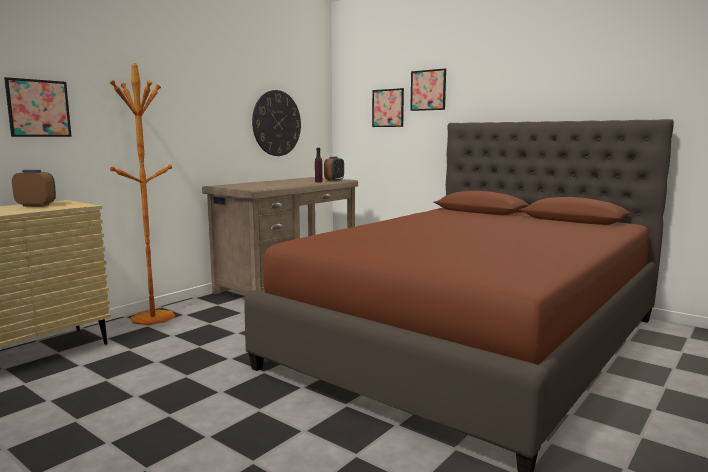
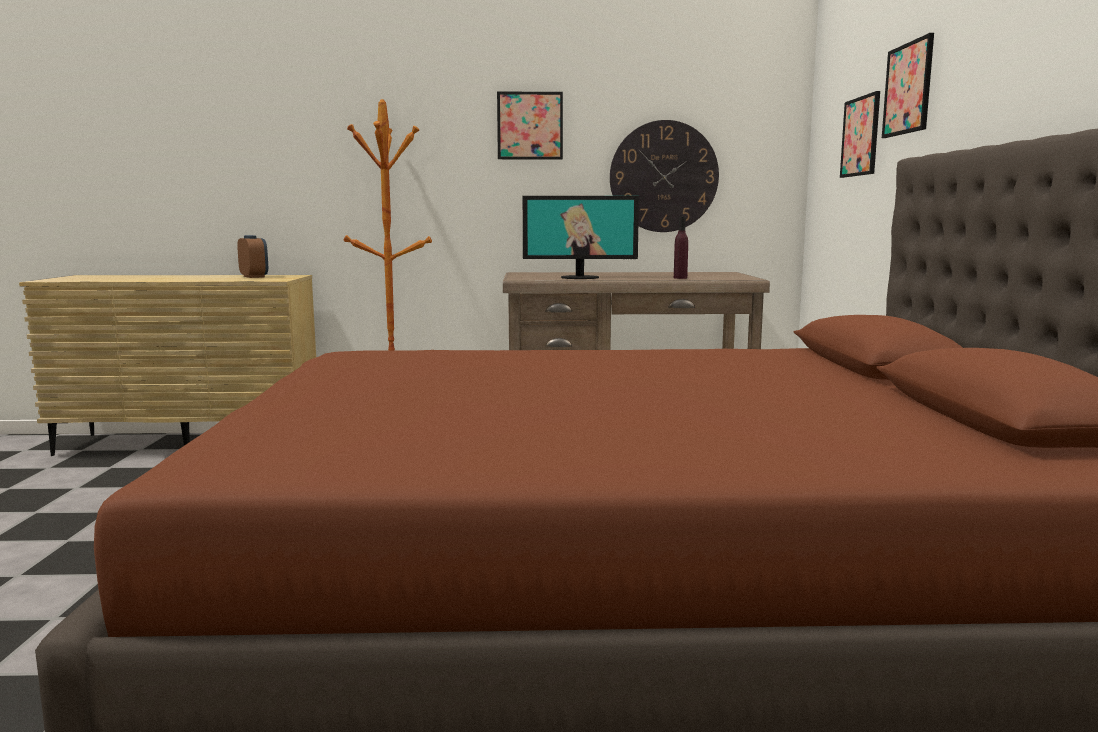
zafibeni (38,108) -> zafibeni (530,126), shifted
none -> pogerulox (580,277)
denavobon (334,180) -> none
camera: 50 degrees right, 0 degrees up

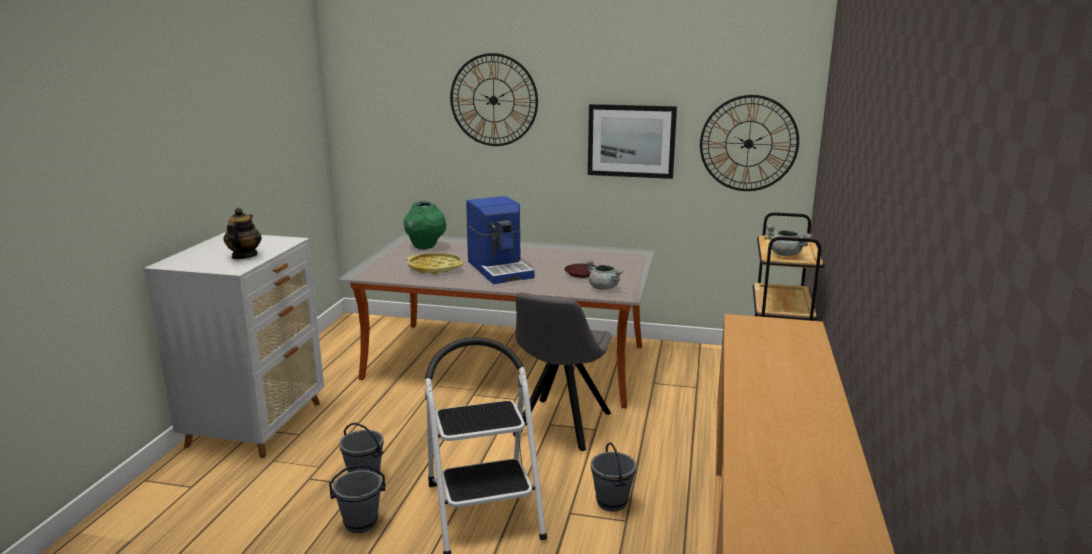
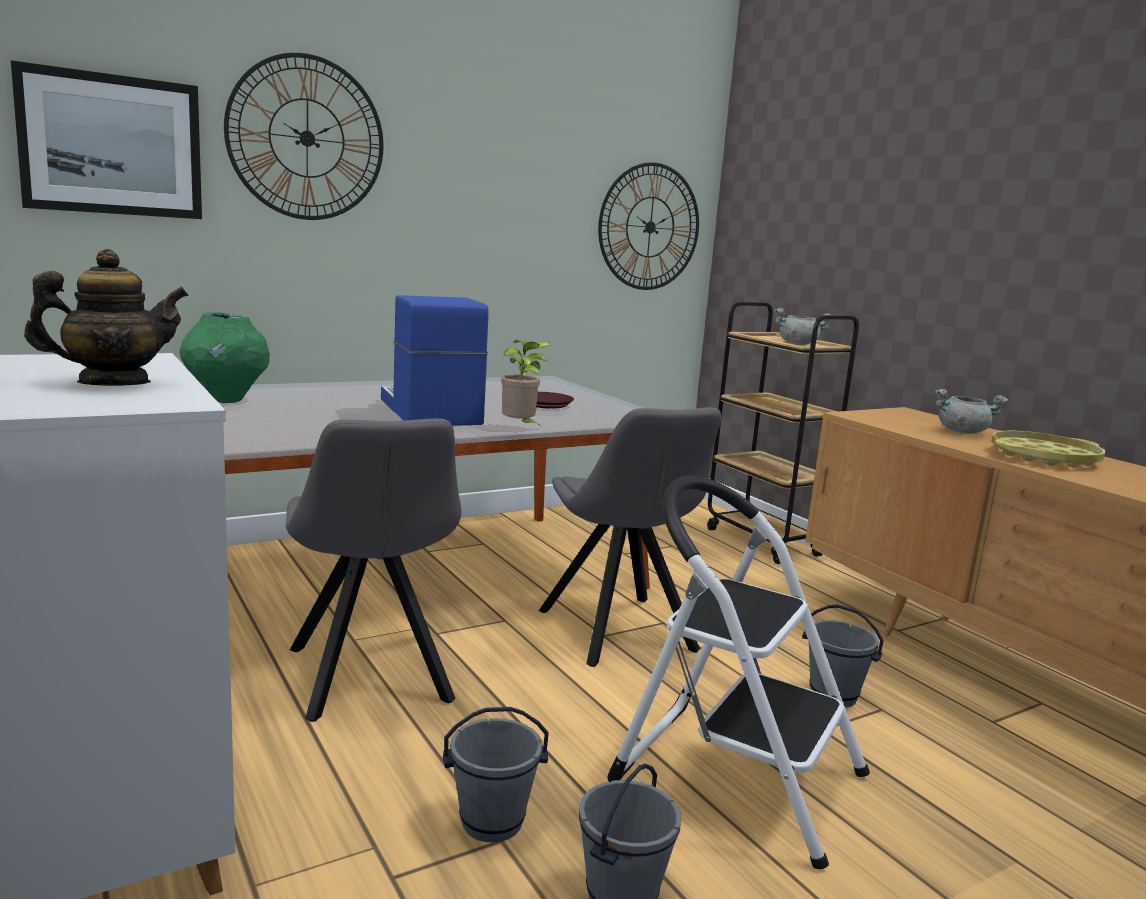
zafibeni (631,141) -> zafibeni (112,145), shifted
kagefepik (244,256) -> kagefepik (114,383), 105 degrees clockwise
none -> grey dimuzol (371,675)
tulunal (500,269) -> tulunal (428,412), 135 degrees counterclockwise
none -> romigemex (520,428)
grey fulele (604,288) -> grey fulele (963,432), shifted
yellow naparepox (435,268) -> yellow naparepox (1044,457), shifted
camera: 45 degrees left, 5 degrees down

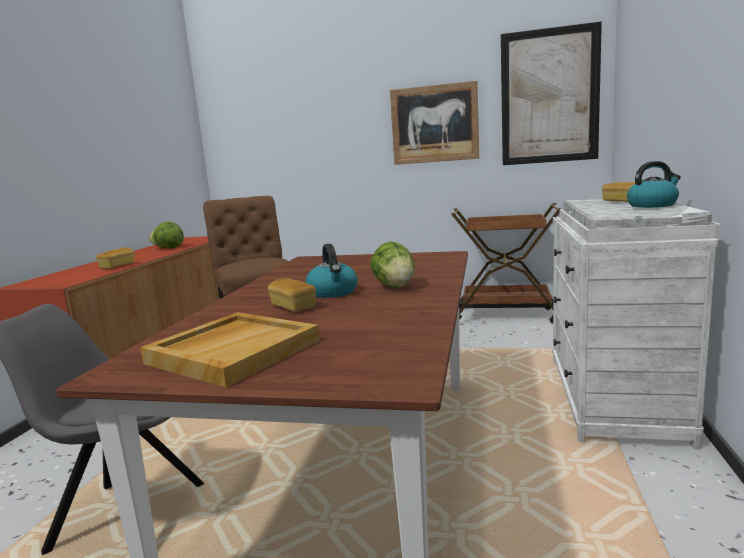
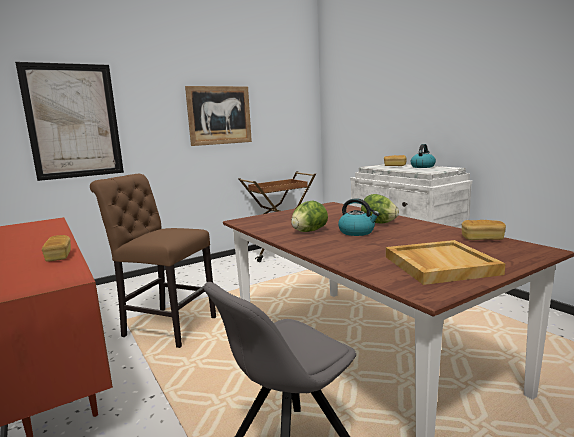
zafibeni (549,97) -> zafibeni (73,121), shifted
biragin (168,248) -> biragin (309,231), shifted
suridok (293,307) -> suridok (482,239), shifted
camera: 45 degrees left, 0 degrees up

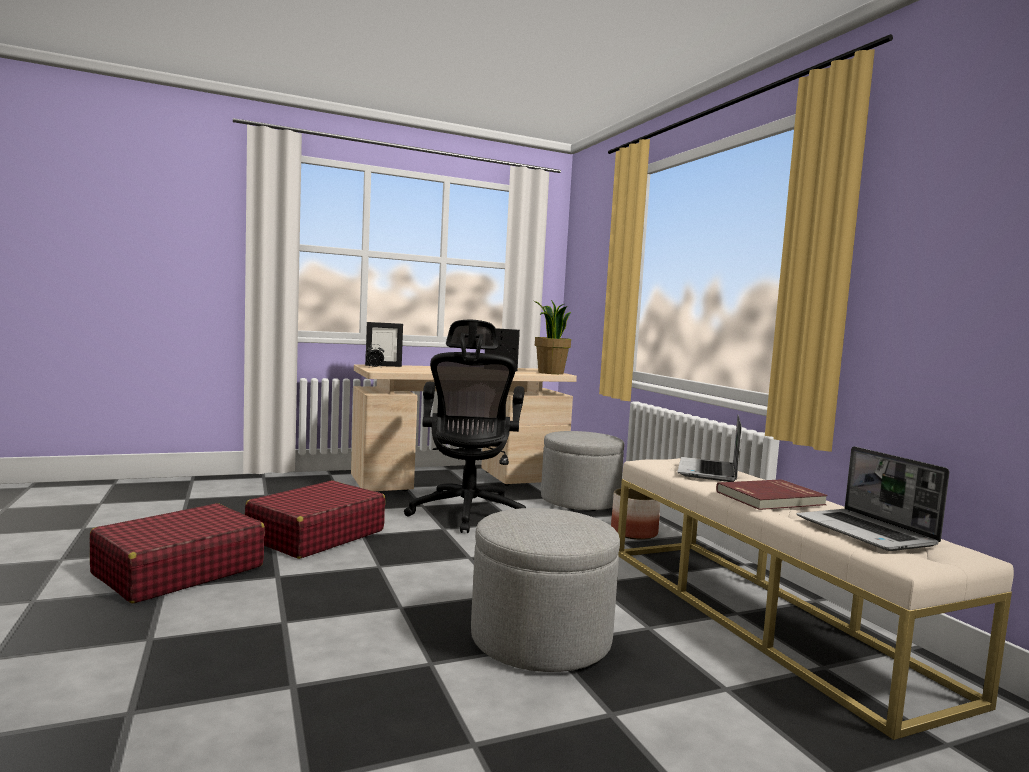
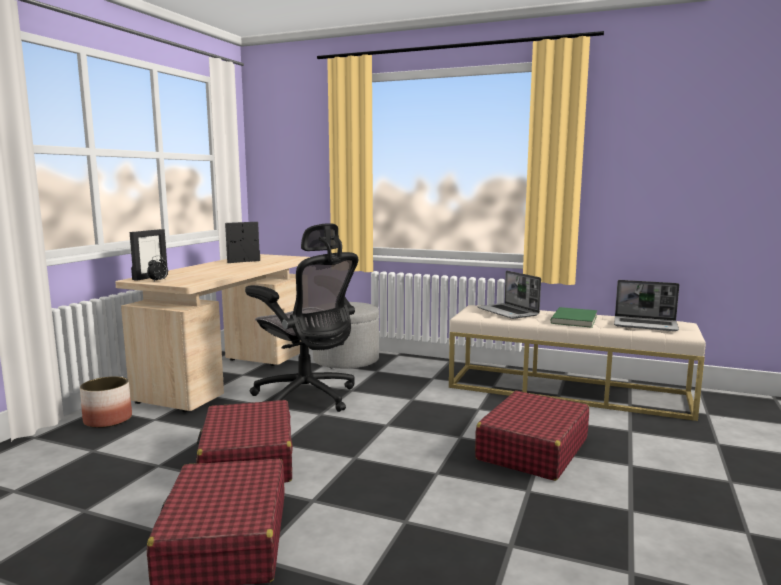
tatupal (634,533) -> tatupal (108,420), shifted
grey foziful (540,638) -> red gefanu (532,449)
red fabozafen (771,498) -> green fabozafen (575,320)
romigemex (550,373) -> none
camera: 45 degrees left, 5 degrees up

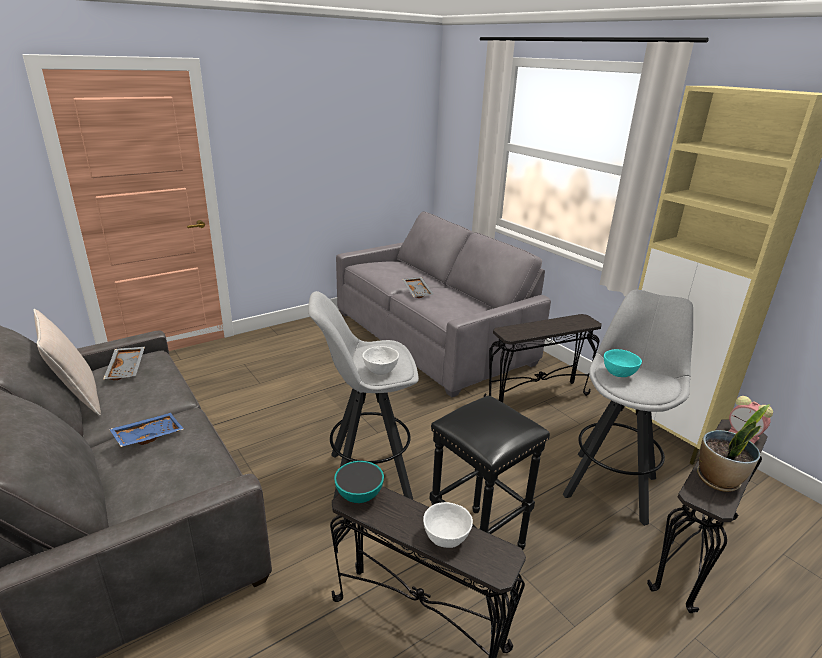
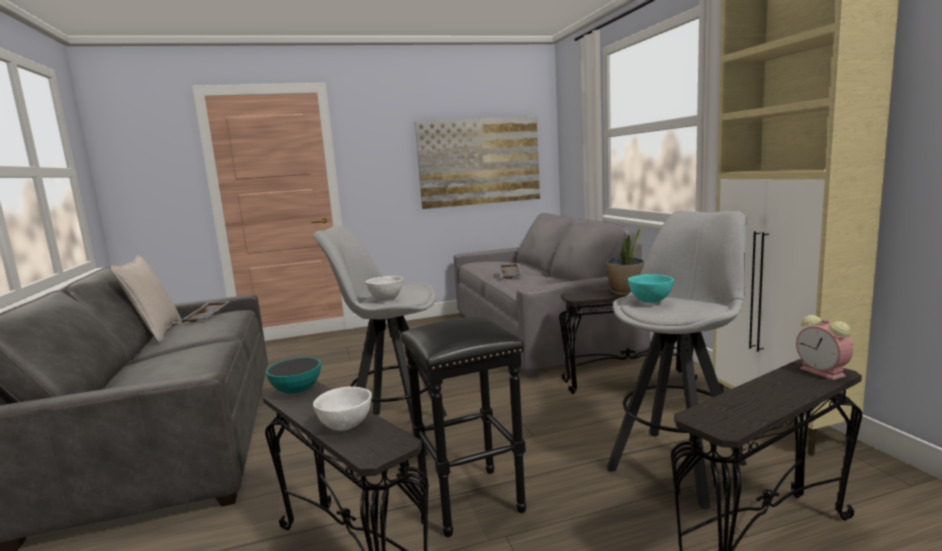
none -> zafibeni (479,162)
romigemex (718,480) -> romigemex (625,292), shifted
blue naparepox (148,435) -> none
camera: 20 degrees right, 15 degrees down

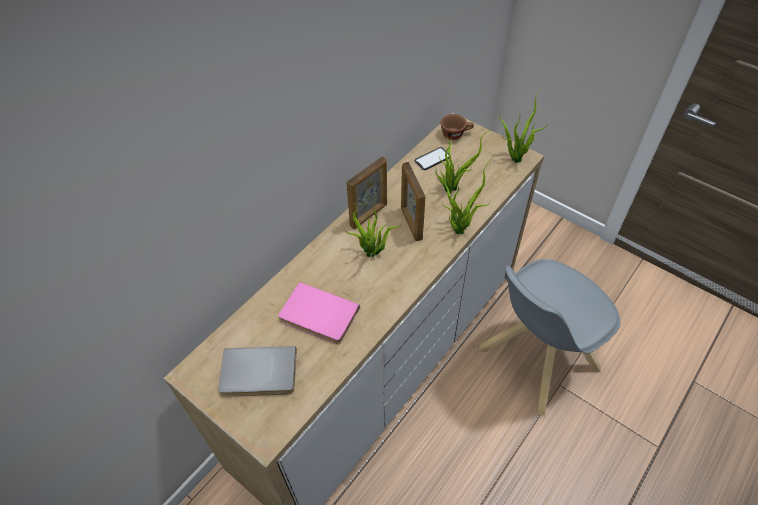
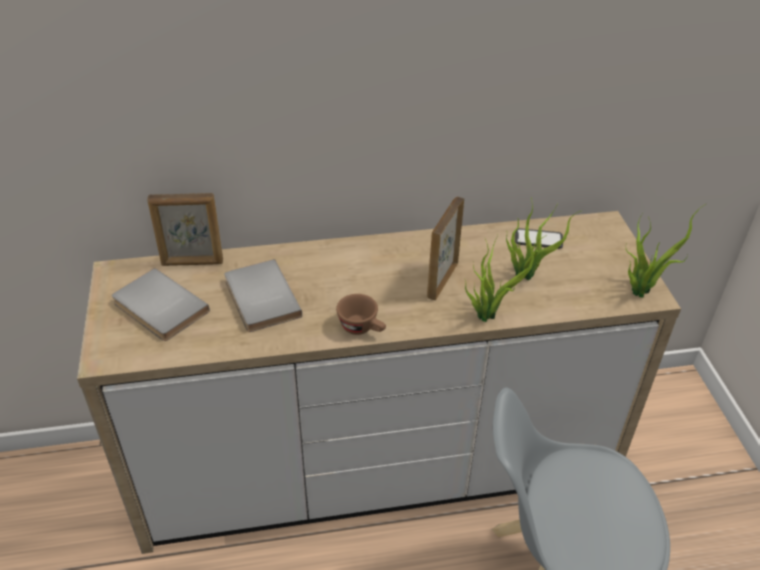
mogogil (369,215) -> mogogil (192,263), shifted
pink fabozafen (318,316) -> grey fabozafen (259,299)
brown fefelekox (456,134) -> brown fefelekox (362,328), shifted
romigemex (372,253) -> none
camera: 40 degrees right, 10 degrees down

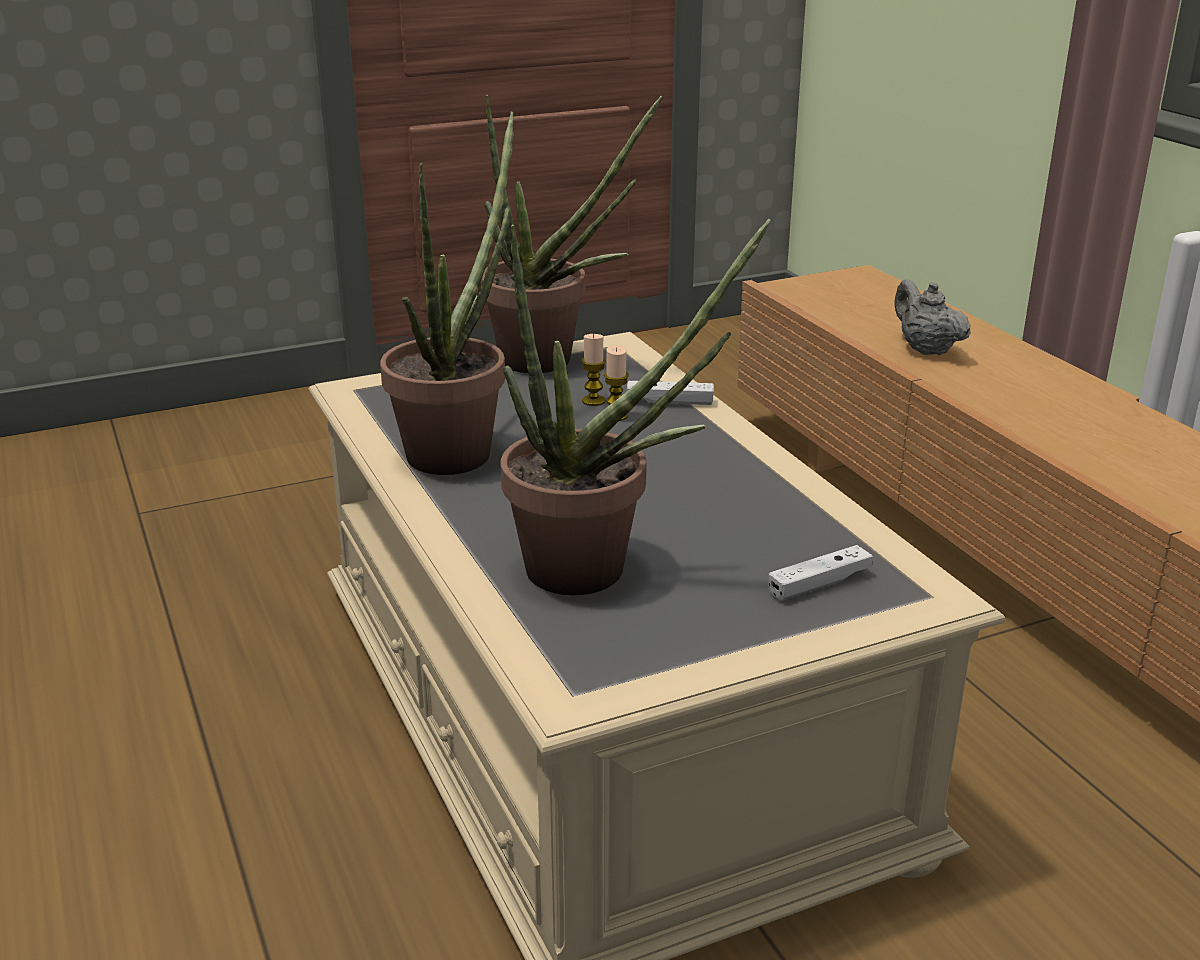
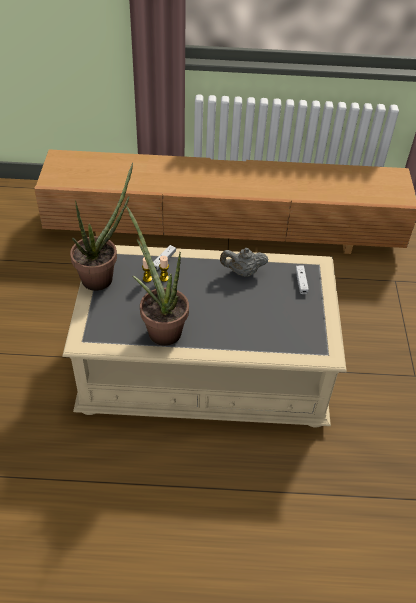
grey kagefepik (925,350) -> grey kagefepik (243,272), shifted
romigemex (598,571) -> none
camera: 65 degrees left, 20 degrees up

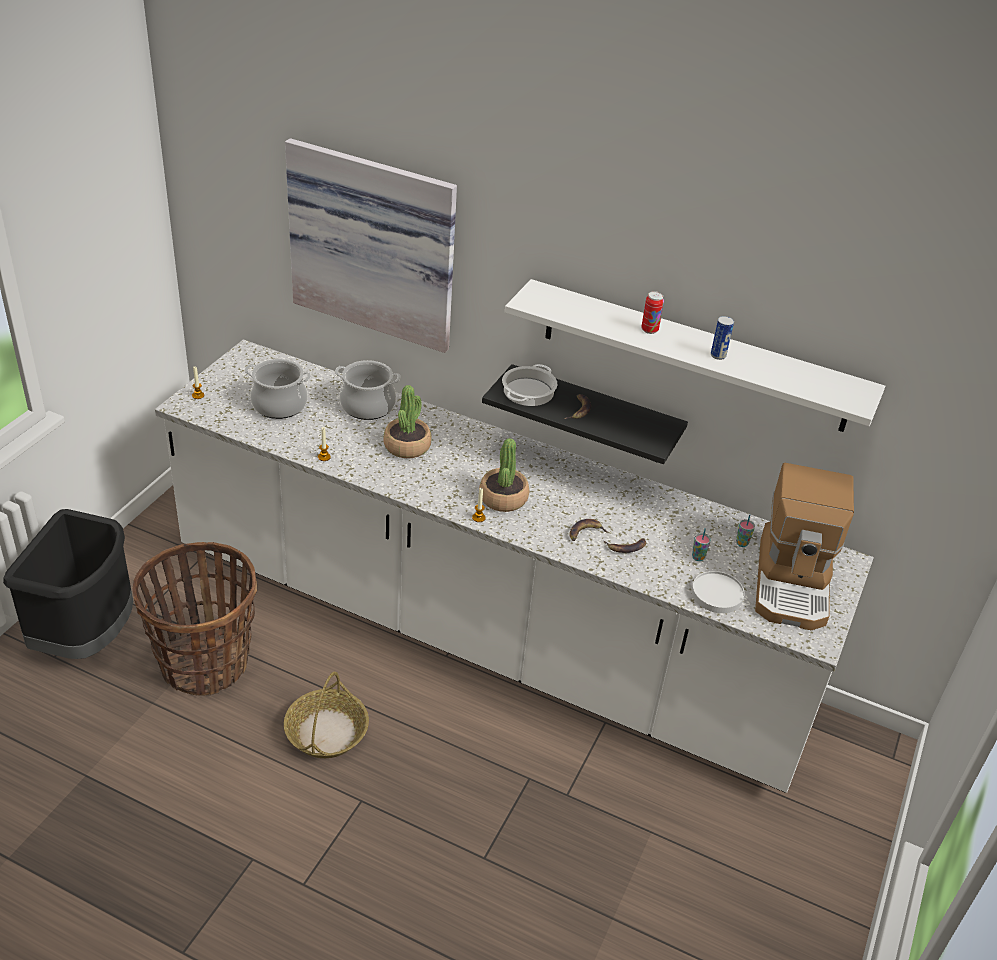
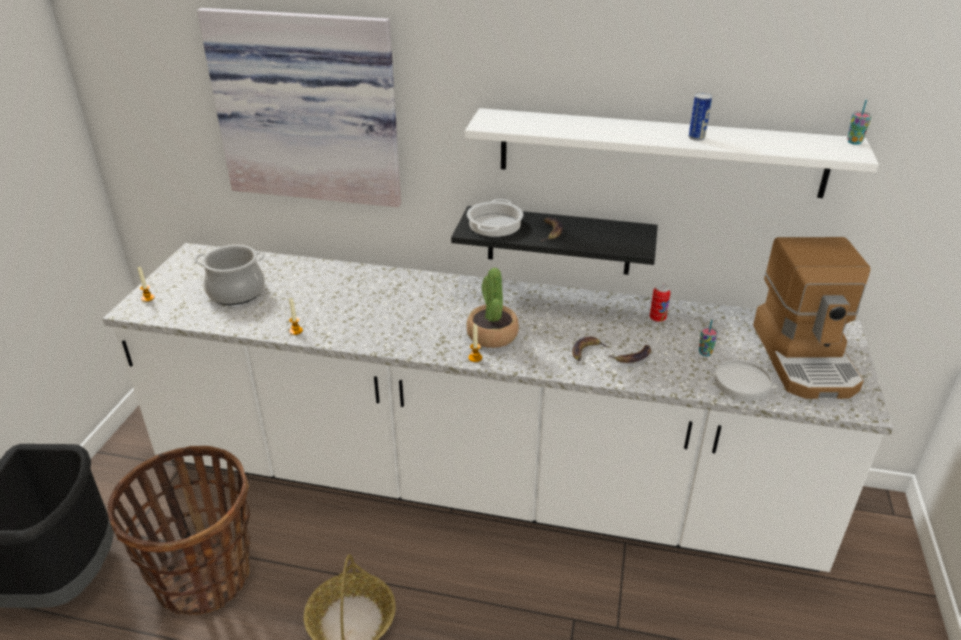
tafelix (649,330) -> tafelix (657,319), shifted
fefelekox (742,543) -> fefelekox (854,142), shifted
fulele (367,406) -> none
romigemex (407,446) -> none
camera: 10 degrees left, 5 degrees down

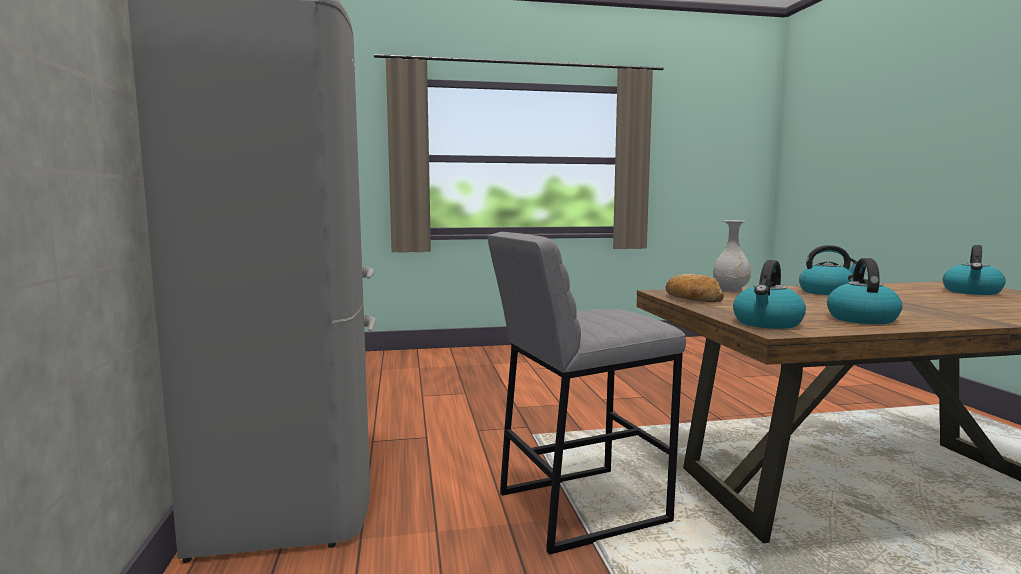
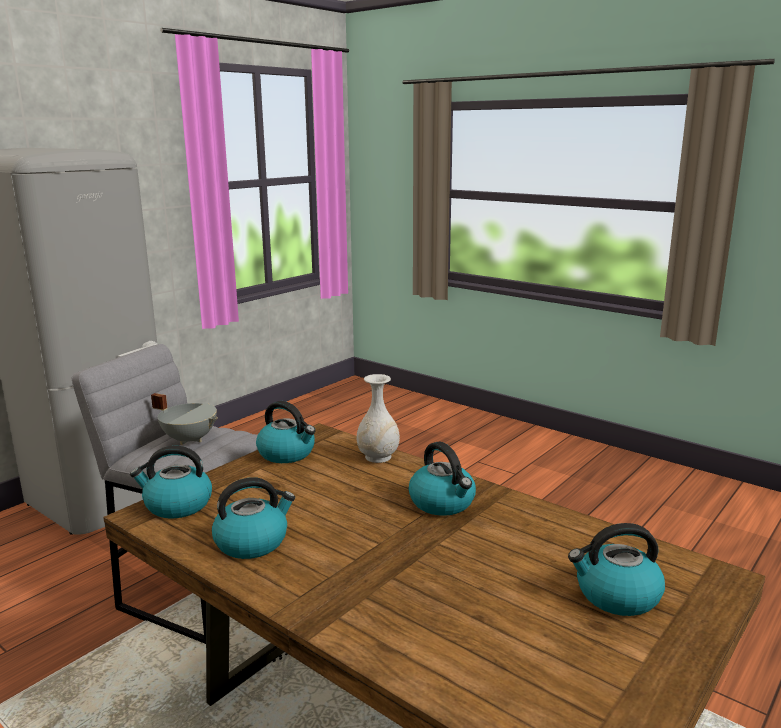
none -> grey fulele (190,439)
suridok (692,299) -> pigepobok (287,453)
camera: 50 degrees right, 10 degrees up

